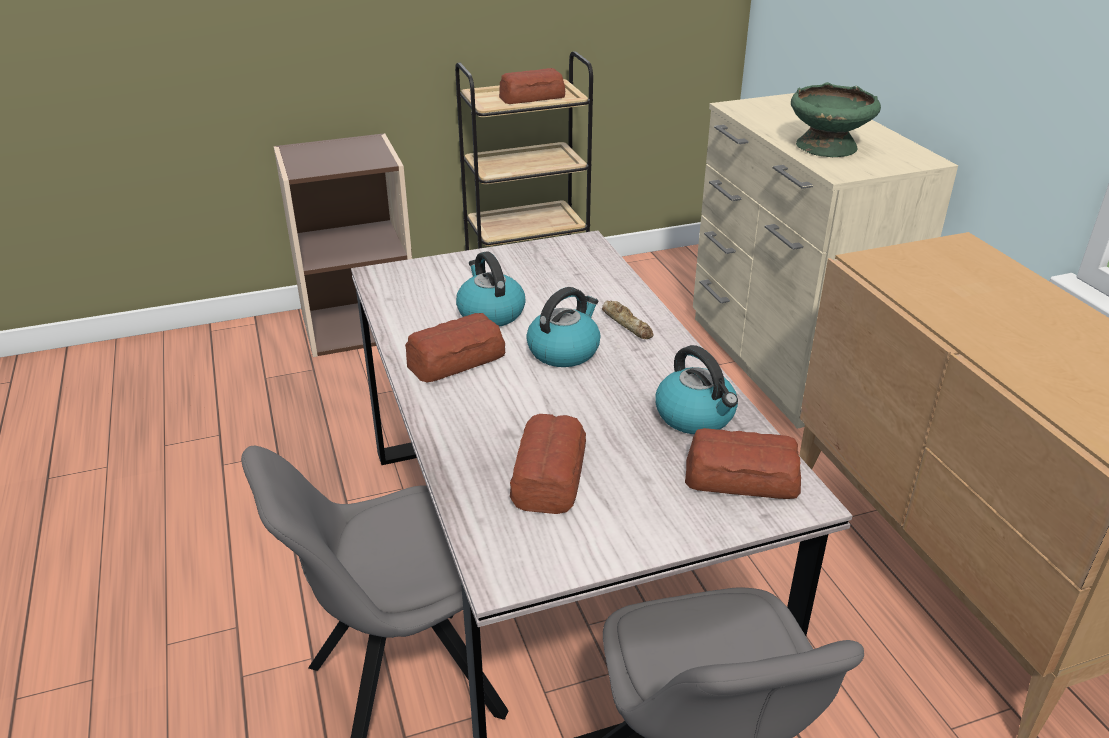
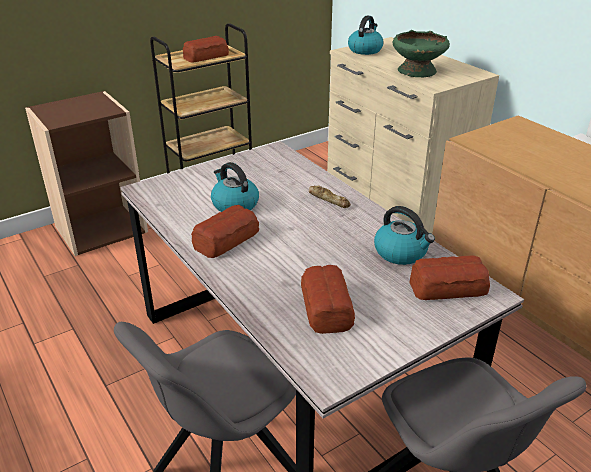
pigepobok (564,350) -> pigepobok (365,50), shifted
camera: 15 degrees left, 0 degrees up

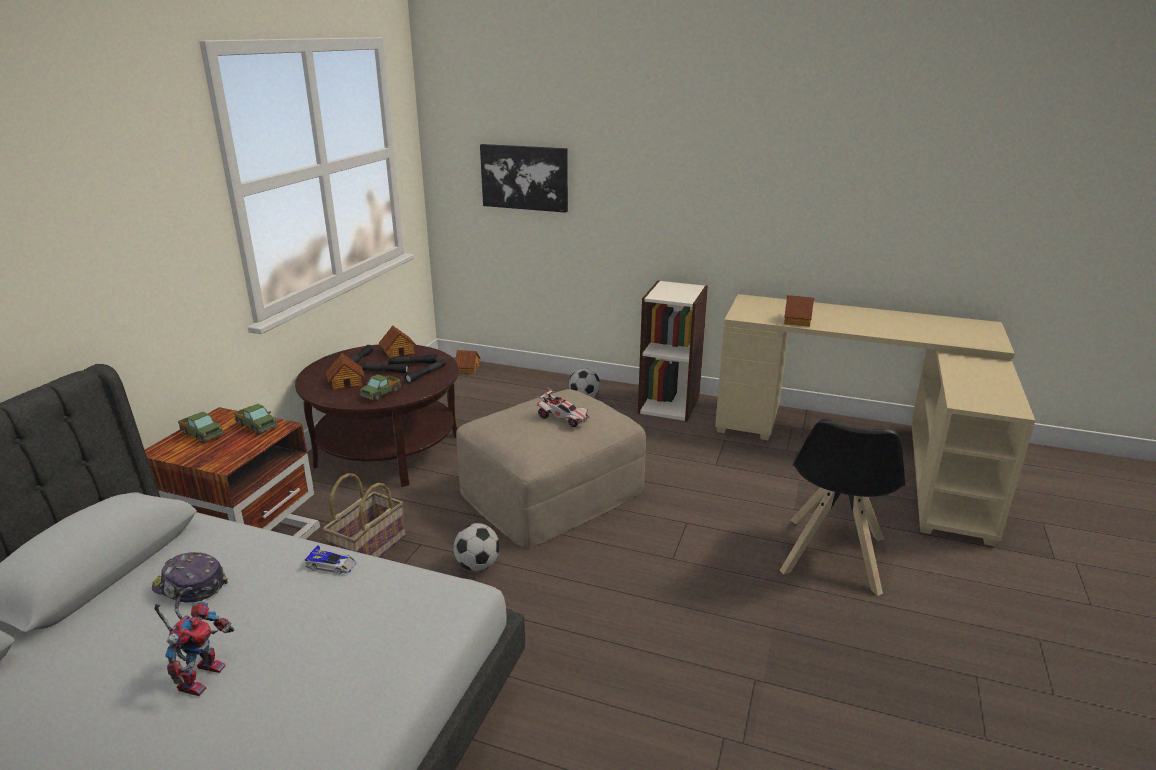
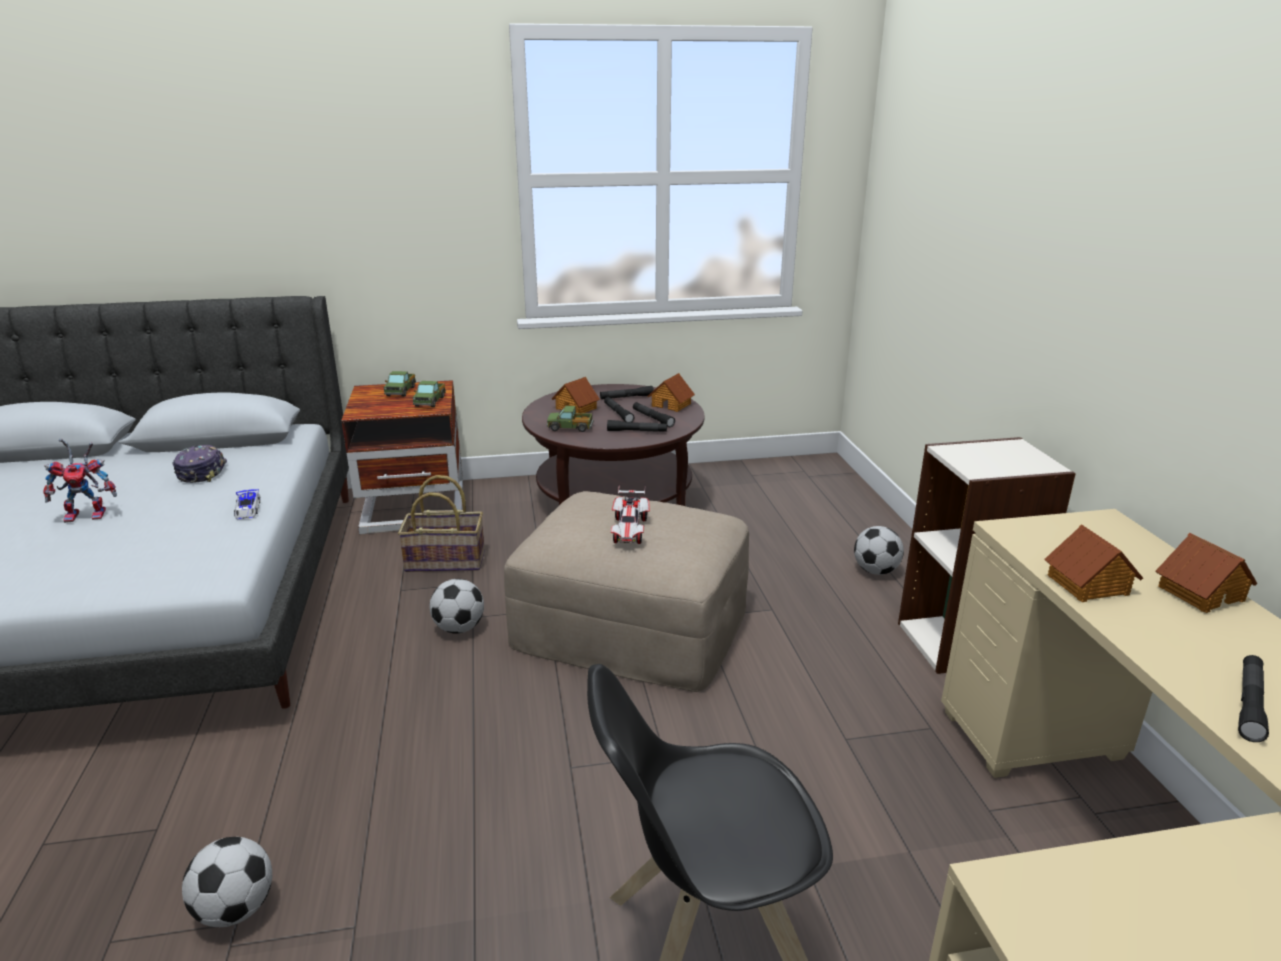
none -> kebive (235,910)
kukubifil (467,368) -> kukubifil (1199,592), shifted
none -> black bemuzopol (1249,704)
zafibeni (525,177) -> none
camera: 60 degrees right, 0 degrees up

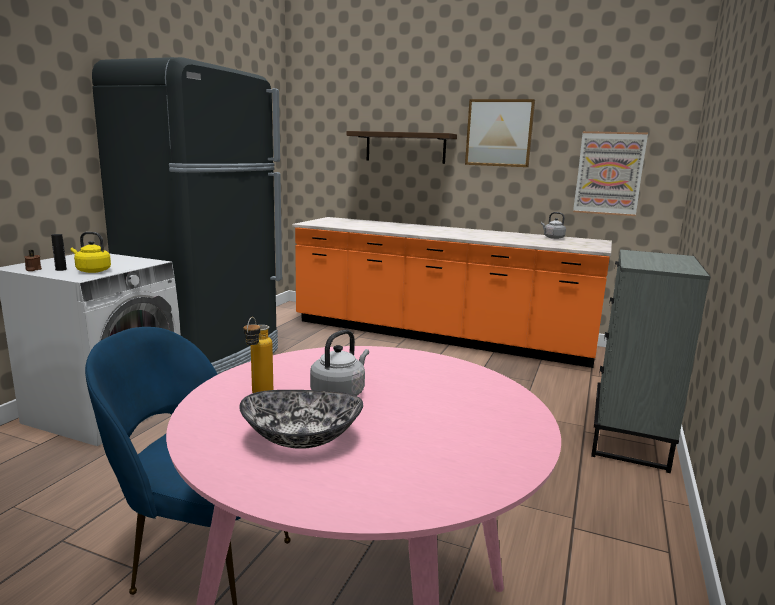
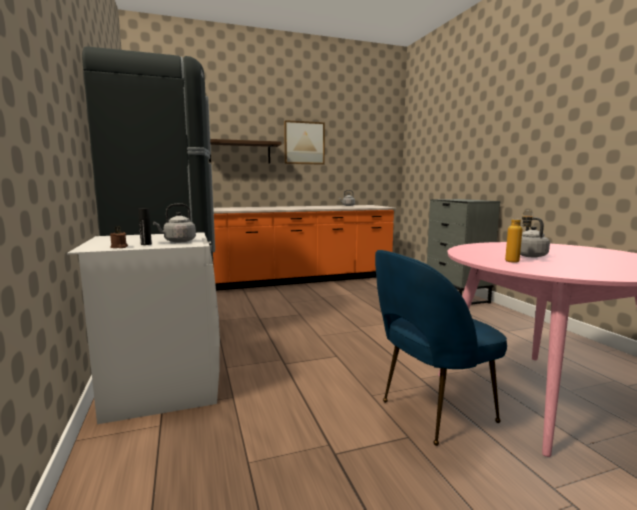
yellow pigepobok (92,271) -> grey pigepobok (178,241)
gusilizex (302,440) -> none
zafibeni (609,173) -> none
camera: 40 degrees left, 5 degrees down

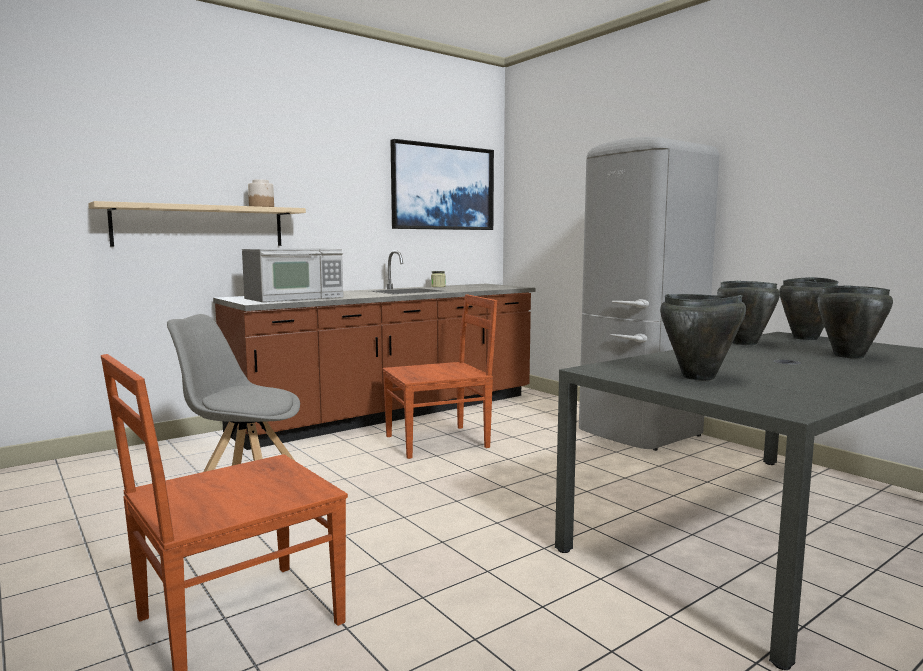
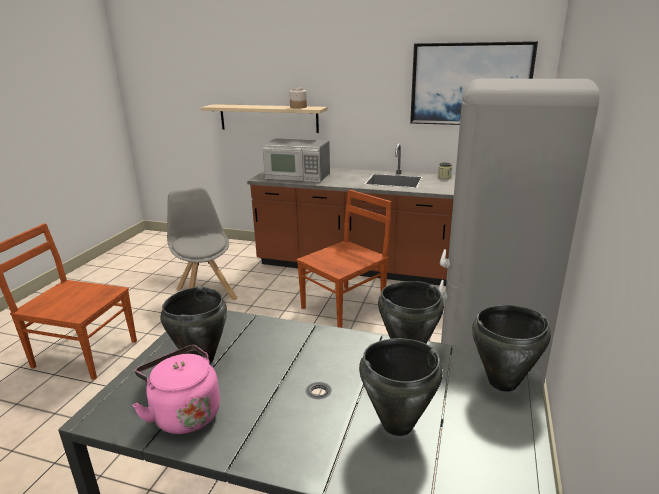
none -> pink pigepobok (184,413)
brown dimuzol (439,441) -> brown dimuzol (345,306), 75 degrees counterclockwise
camera: 55 degrees right, 15 degrees up

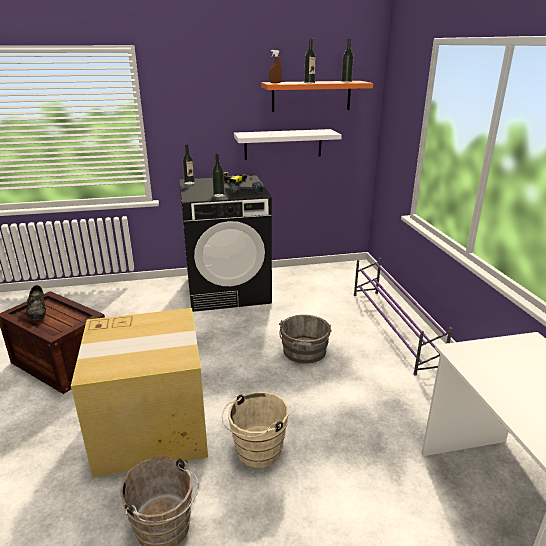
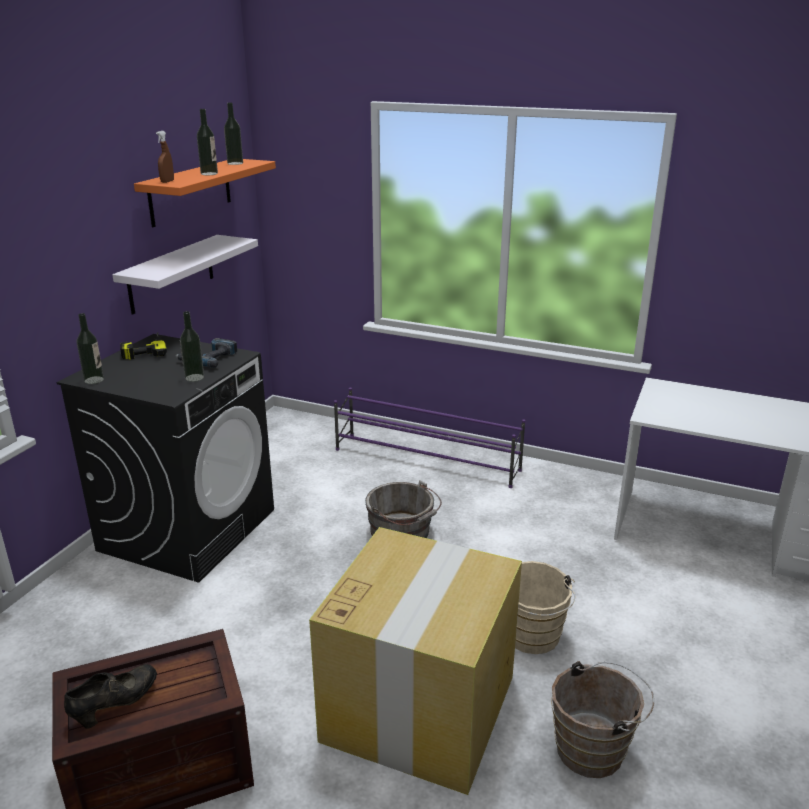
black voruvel (38,313) -> black voruvel (116,705), 60 degrees counterclockwise
camera: 55 degrees left, 0 degrees up

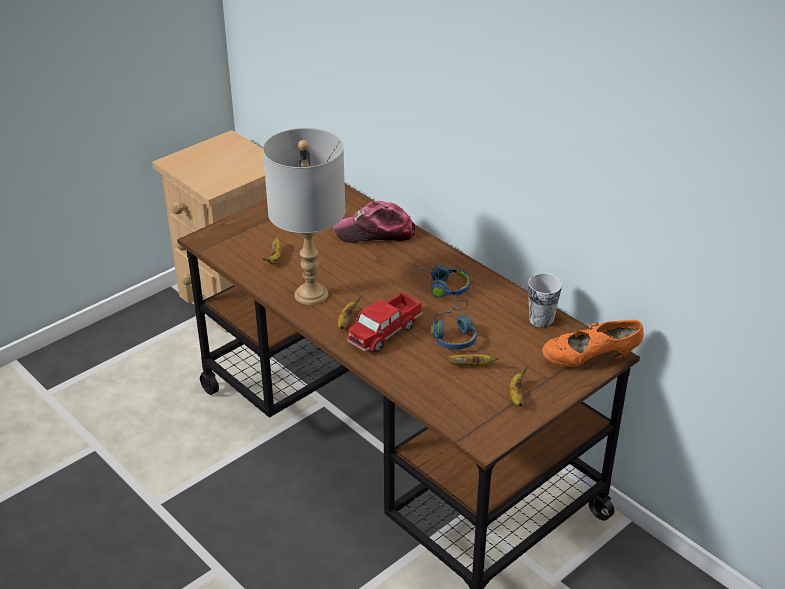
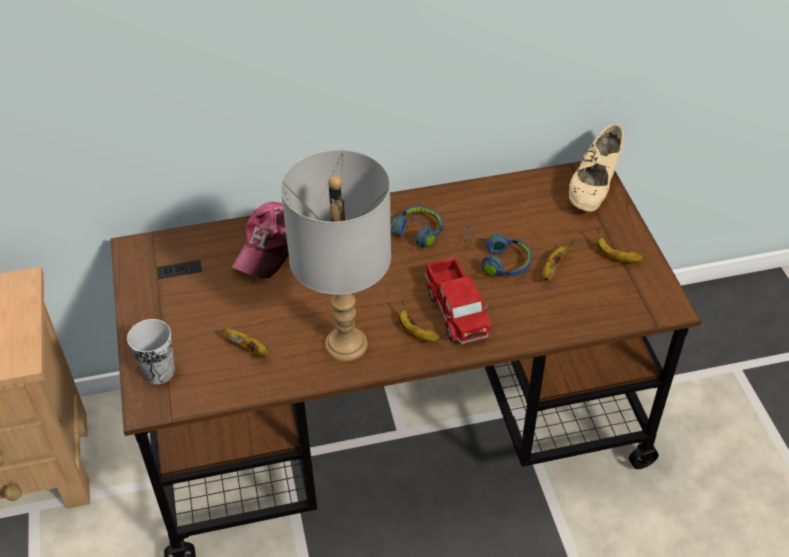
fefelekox (541,319) -> fefelekox (159,372), shifted
orange voruvel (589,360) -> beige voruvel (593,188)
camera: 60 degrees left, 10 degrees up

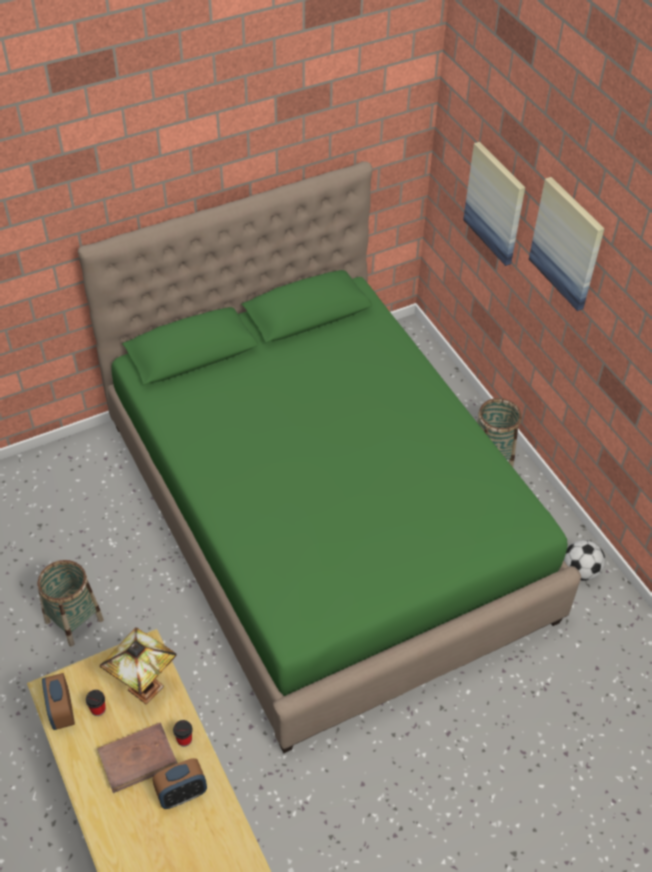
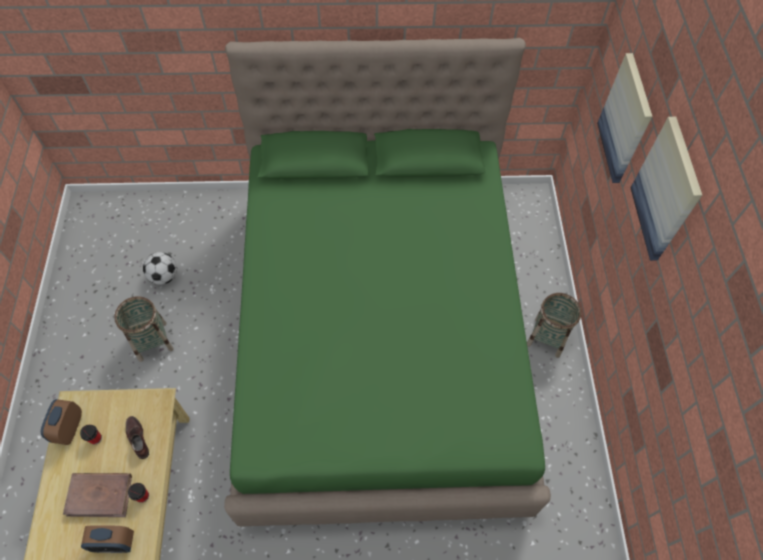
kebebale (145,690) -> brown voruvel (137,438)
kebive (580,571) -> kebive (164,276), shifted
camera: 25 degrees right, 10 degrees up

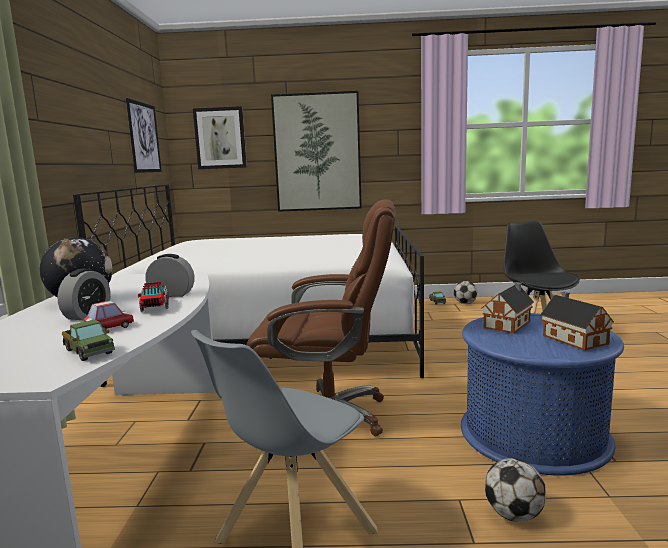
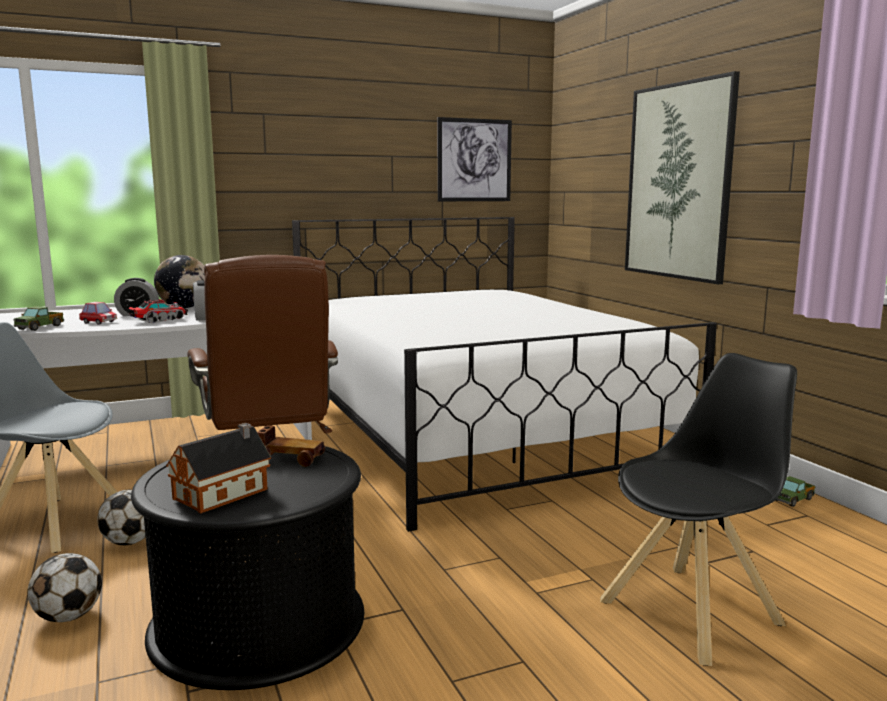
kebive (465,303) -> kebive (129,542), shifted
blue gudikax (533,433) -> black gudikax (258,622)
kukubifil (508,324) -> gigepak (289,458)
zafibeni (220,138) -> none
camera: 65 degrees right, 0 degrees up

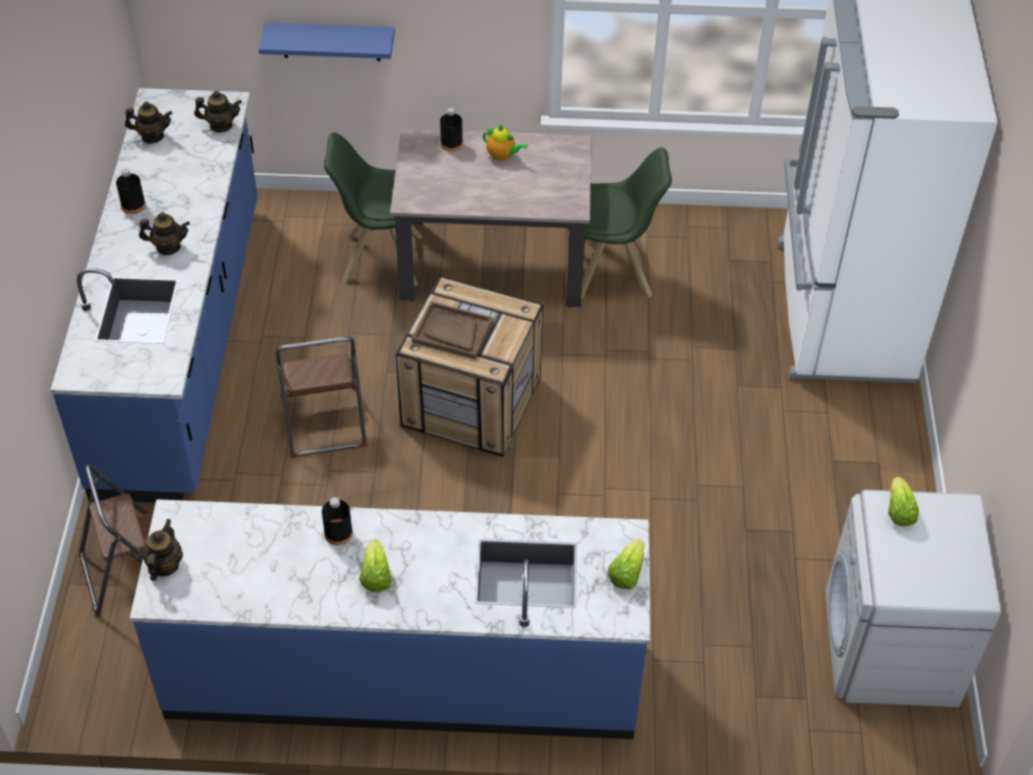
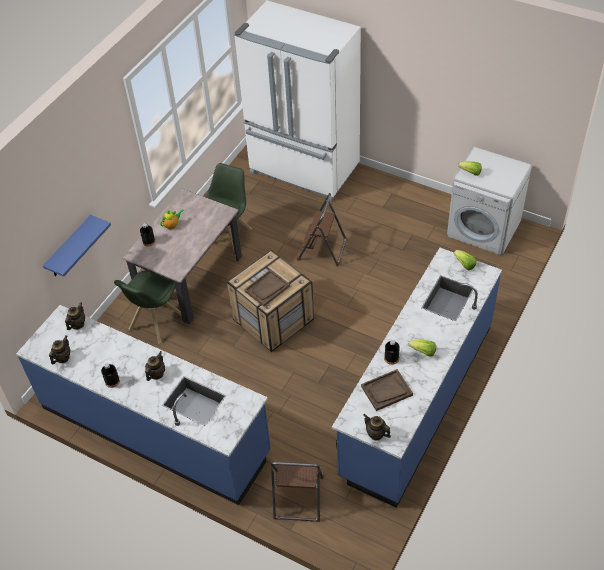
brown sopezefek (323,423) -> brown sopezefek (324,250), shifted
none -> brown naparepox (386,391)
camera: 60 degrees left, 0 degrees up

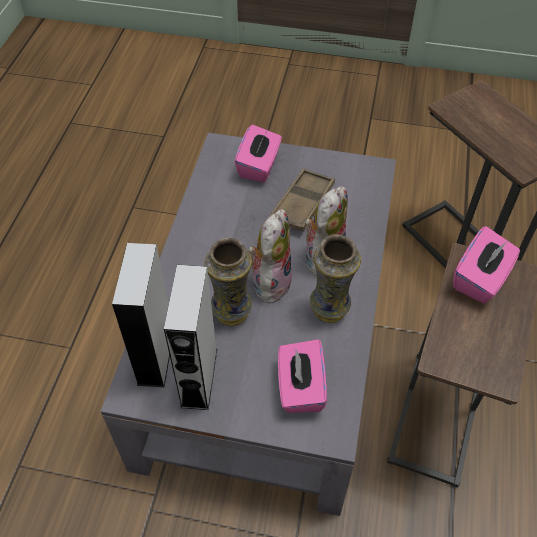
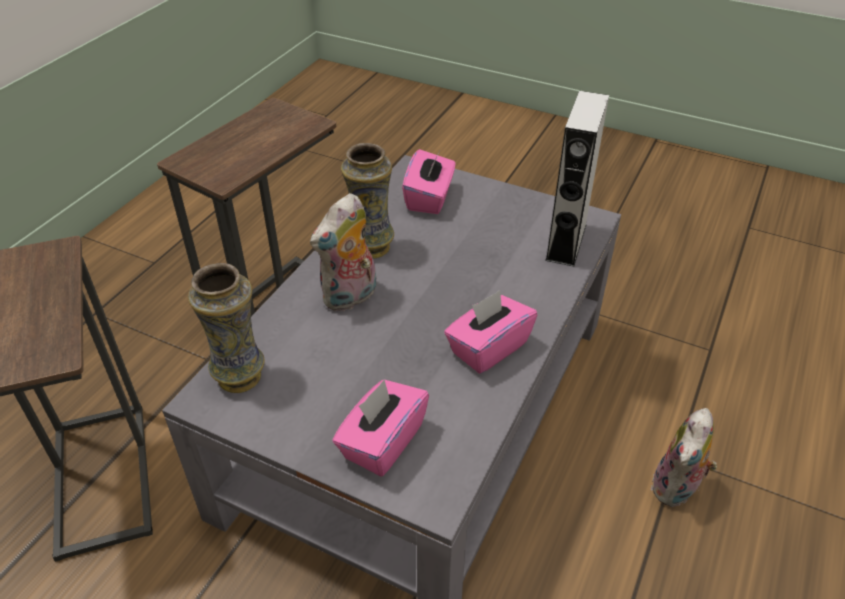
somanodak (231,313) -> somanodak (240,376), shifted
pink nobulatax (480,279) -> pink nobulatax (488,348), shifted
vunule (270,281) -> vunule (677,489), shifted
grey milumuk (199,377) -> none
brown naparepox (302,204) -> none
camera: 165 degrees left, 10 degrees down

